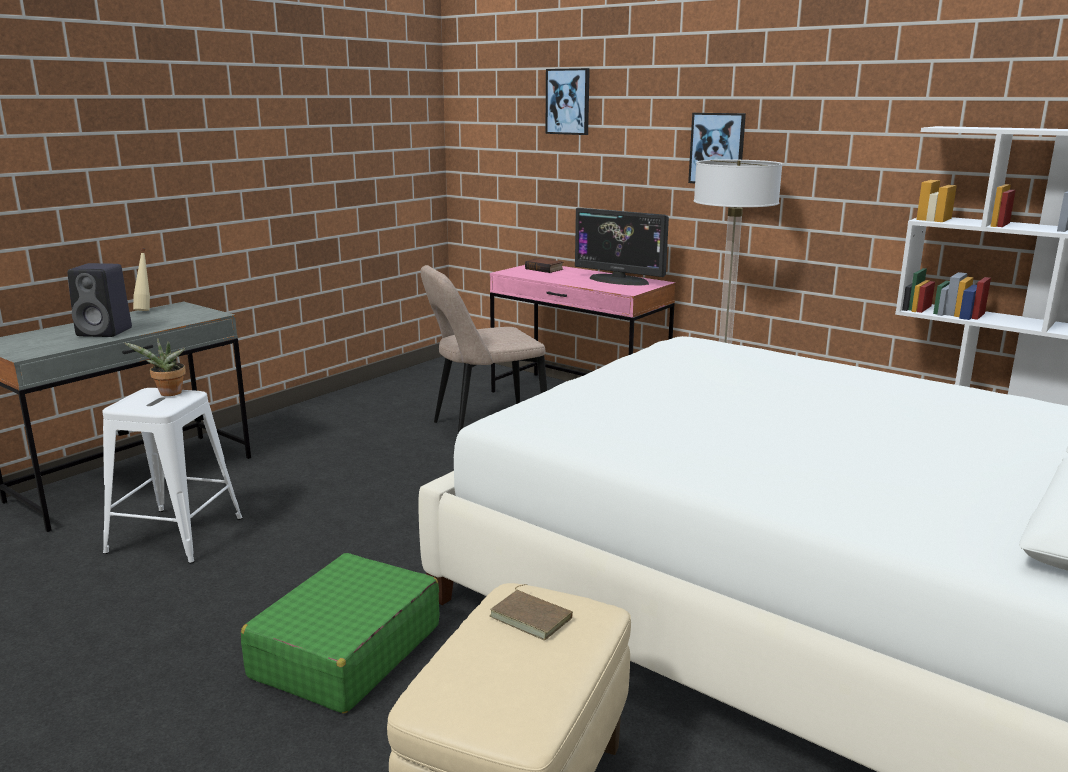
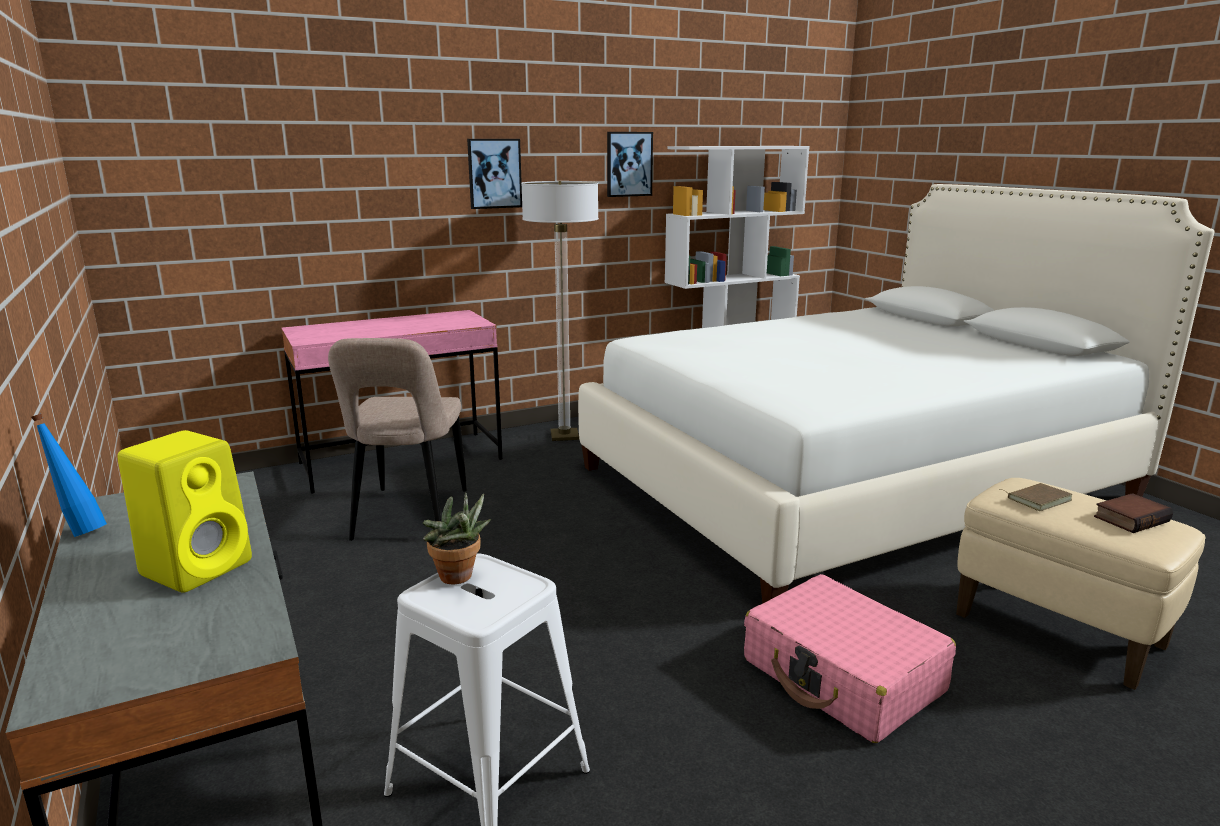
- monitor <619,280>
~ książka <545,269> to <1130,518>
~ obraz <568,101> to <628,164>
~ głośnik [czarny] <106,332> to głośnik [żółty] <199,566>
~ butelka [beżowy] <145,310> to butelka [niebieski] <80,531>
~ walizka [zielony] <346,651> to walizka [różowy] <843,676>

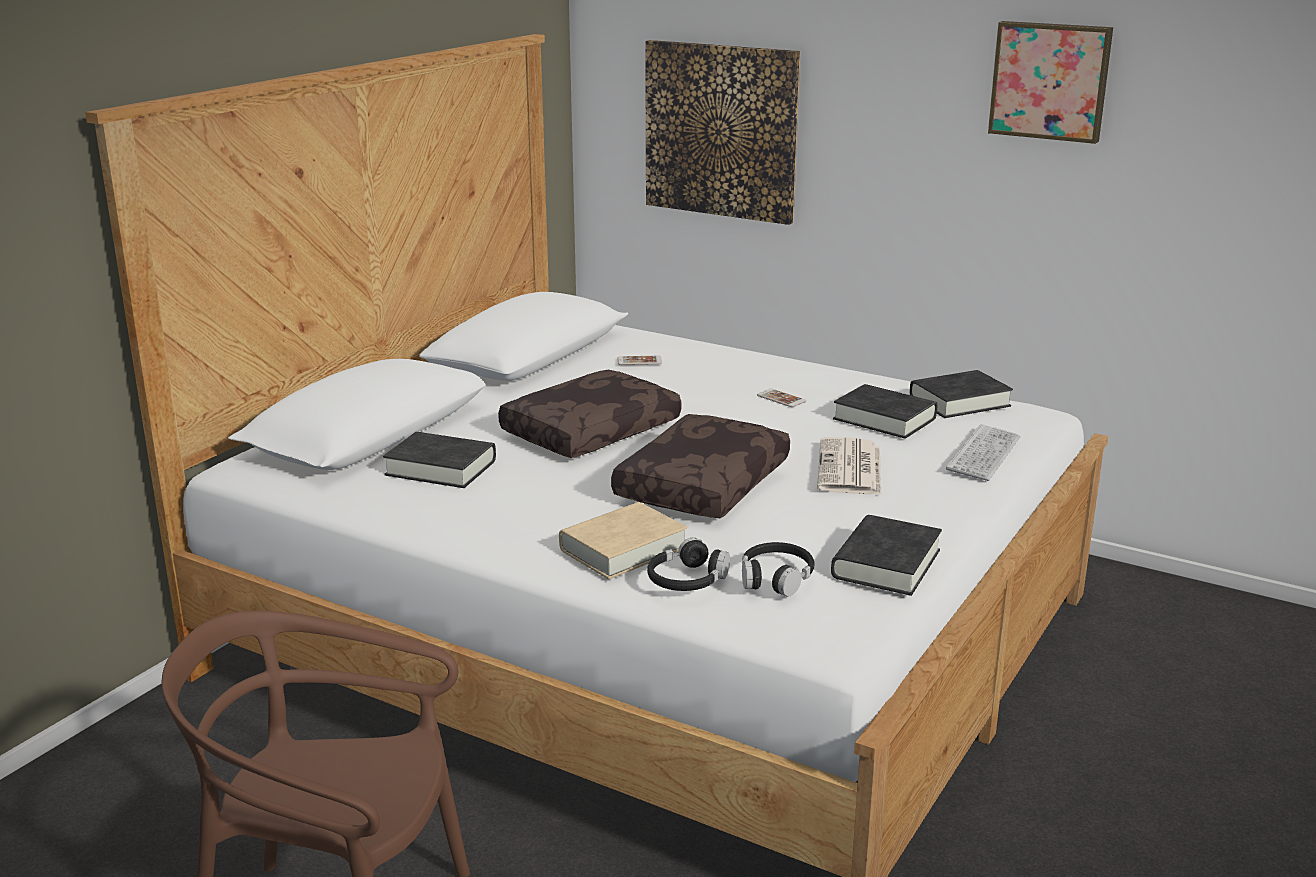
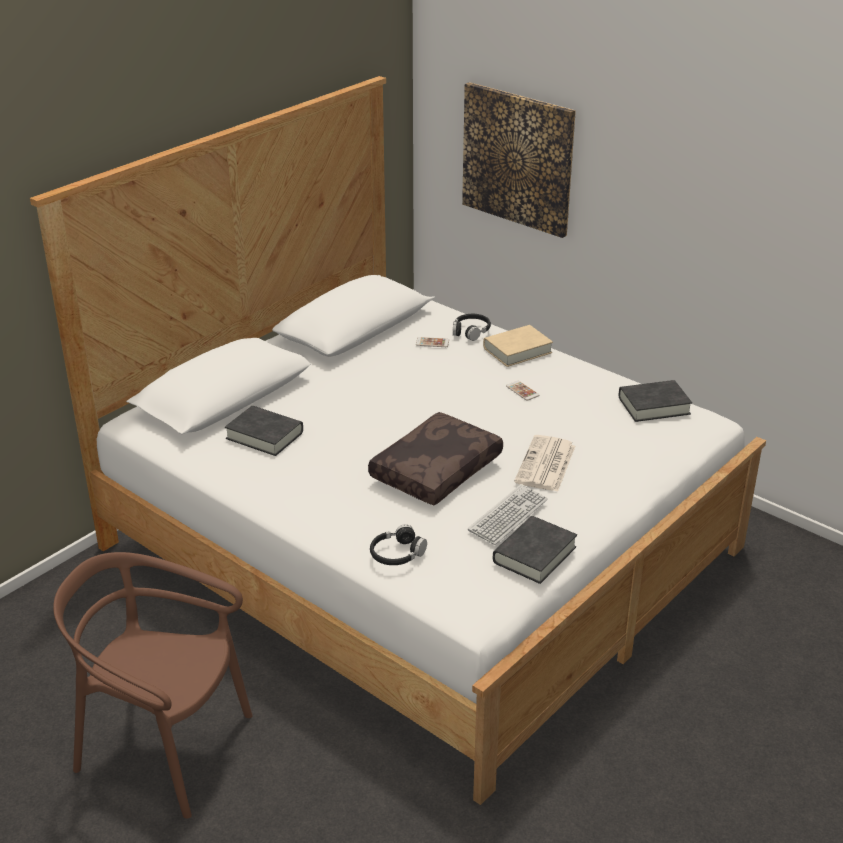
- poduszka [brązowy] <590,430>
- książka [czarny] <884,419>
- obraz <1050,81>
~ książka [beżowy] <623,549> to <517,350>
~ słuchawki [czarny] <776,578> to <471,331>
~ klawiatura <984,454> to <508,515>

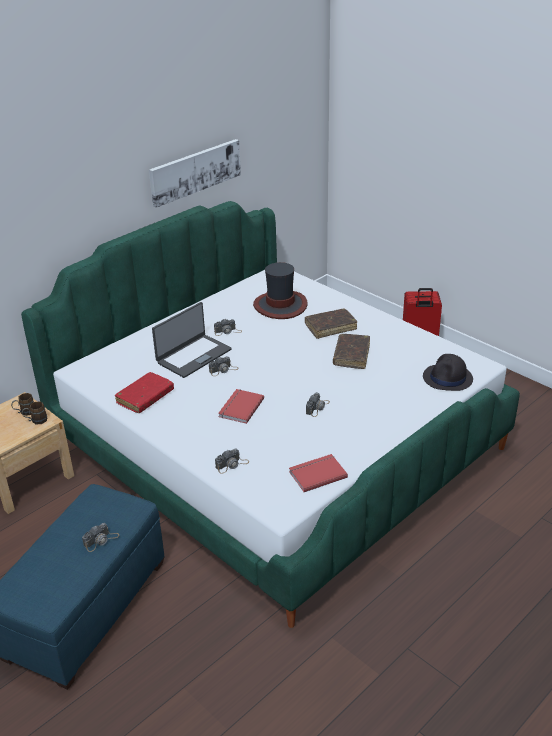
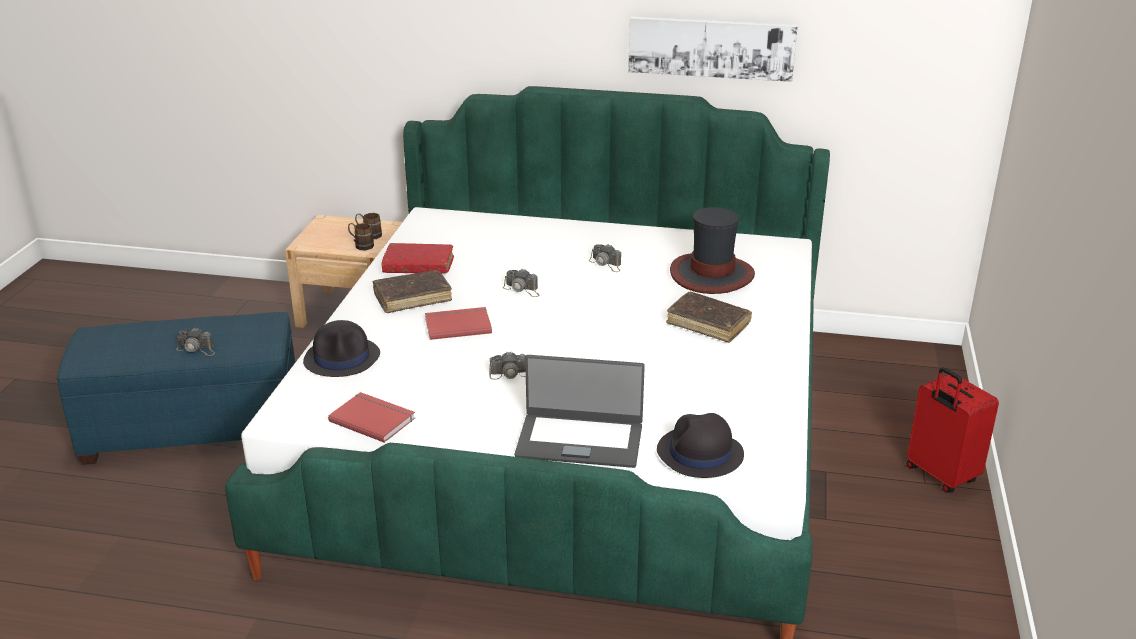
~ laptop <193,356> to <580,440>
~ książka [brązowy] <351,355> to <412,298>
~ aparat fotograficzny <232,465> to kapelusz [czarny] <342,358>

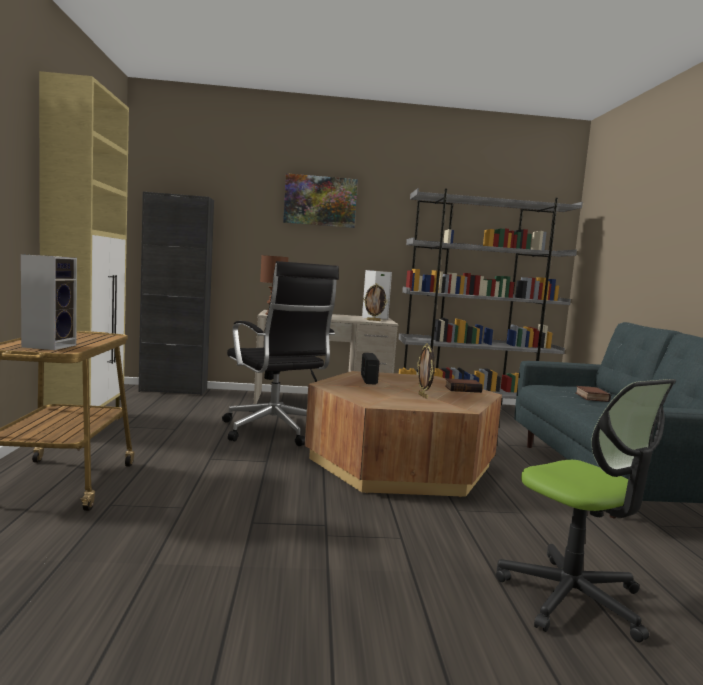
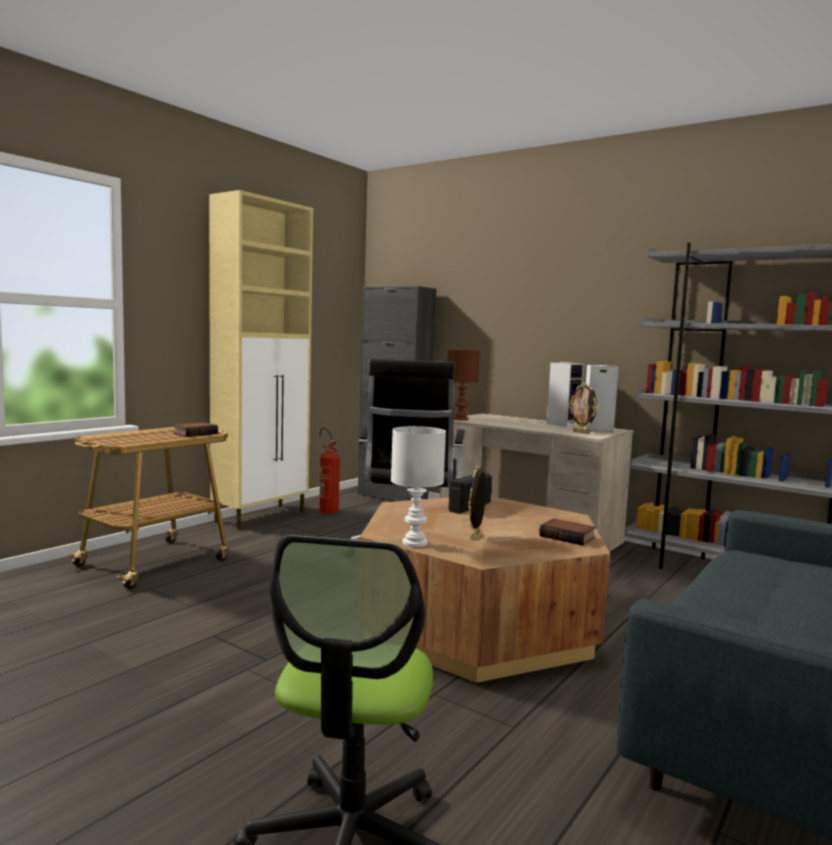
- obraz <320,201>
+ gaśnica <326,510>
+ lampa stołowa [biały] <416,543>
~ głośnik <49,346> to <563,424>
~ książka <590,397> to <195,433>

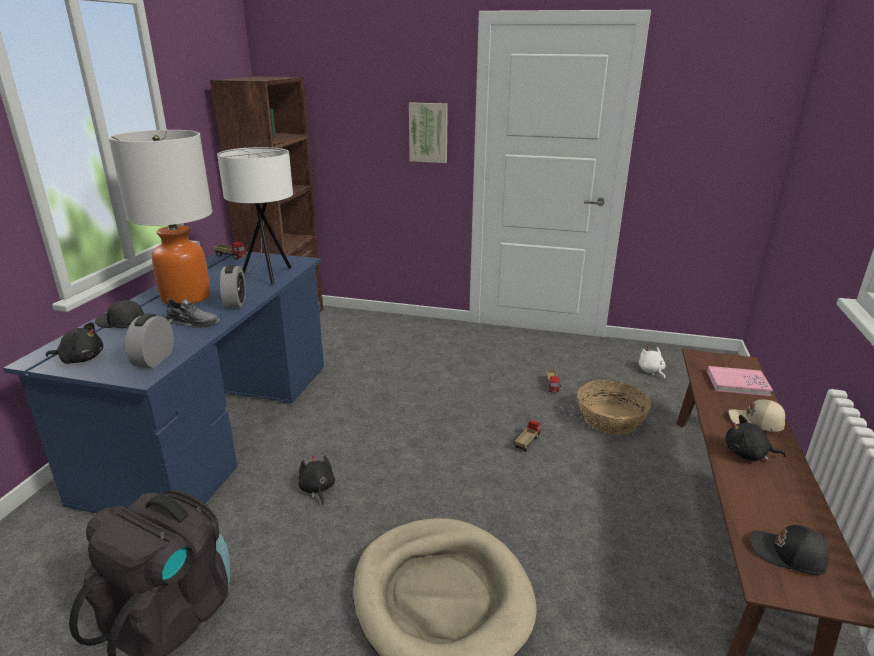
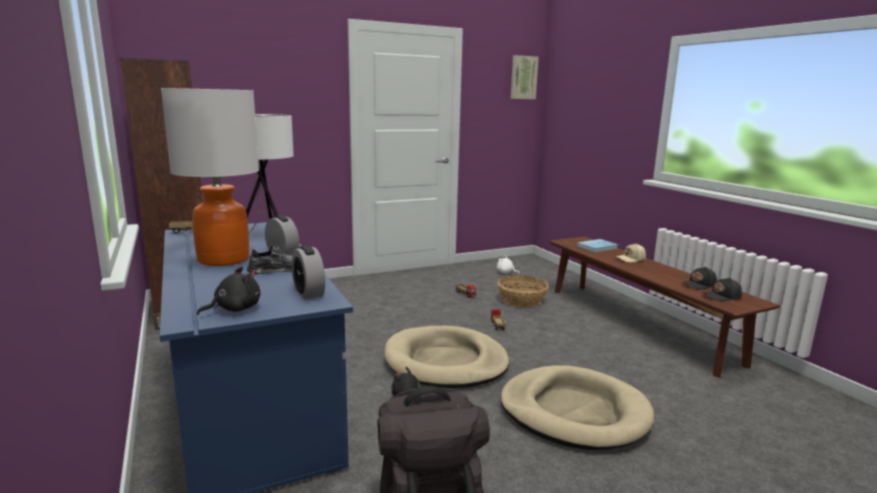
- pluszak [czarny] <748,454>
+ legowisko [beżowy] <445,362>
~ czapka z daszkiem [czarny] <121,322> to <699,285>
~ obraz <428,132> to <523,77>
~ książka [różowy] <737,383> to książka [niebieski] <597,247>

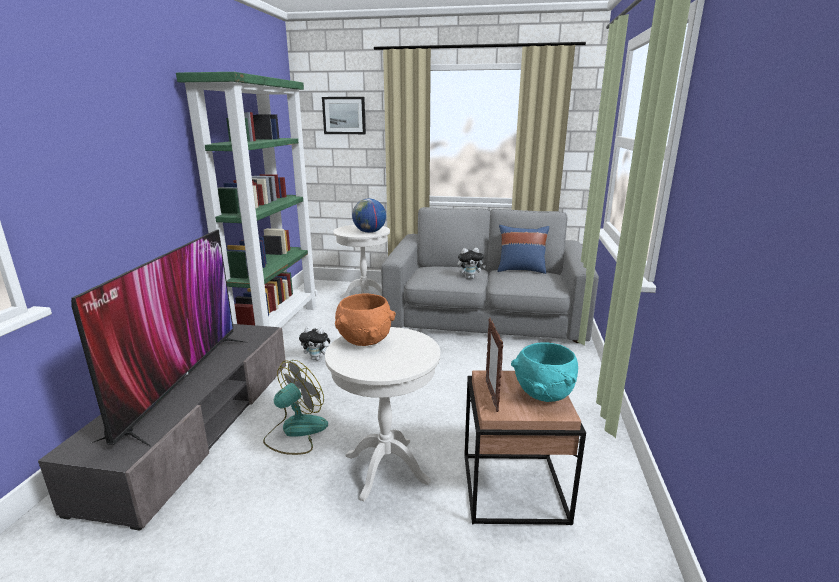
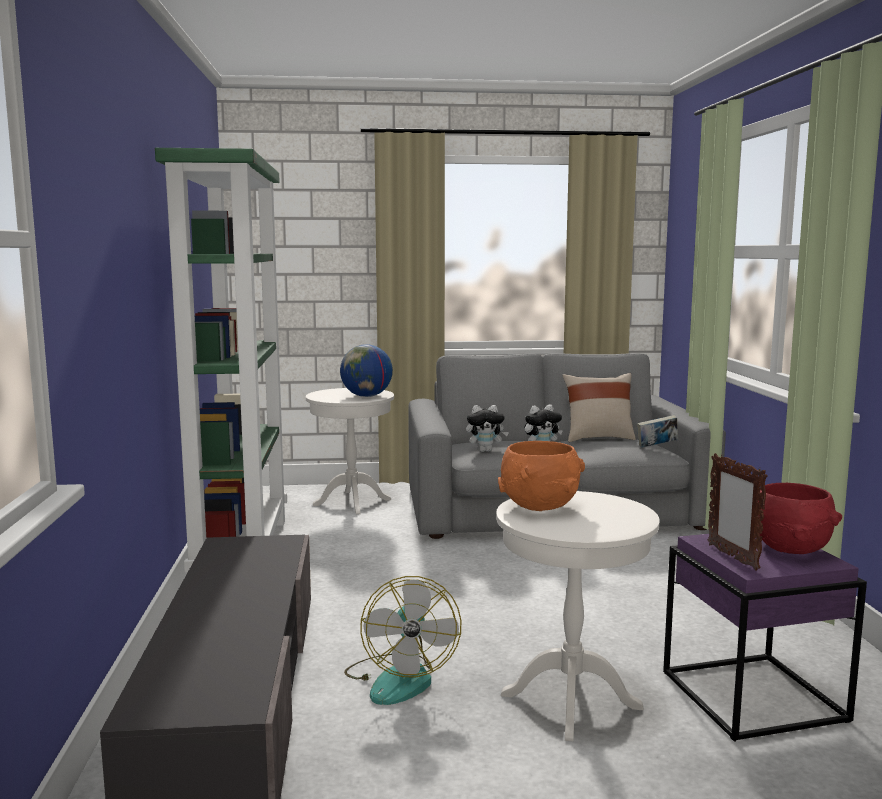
- telewizor <182,383>
- obraz <344,115>
+ książka <656,447>
~ pluszak <317,358> to <485,451>
~ stolik [brązowy] <514,489> to stolik [fioletowy] <755,697>
~ poduszka [niebieski] <521,270> to poduszka [beżowy] <598,438>
~ miska [turkusowy] <544,394> to miska [czerwony] <790,549>
~ wentylator <295,431> = <400,678> 150 degrees clockwise

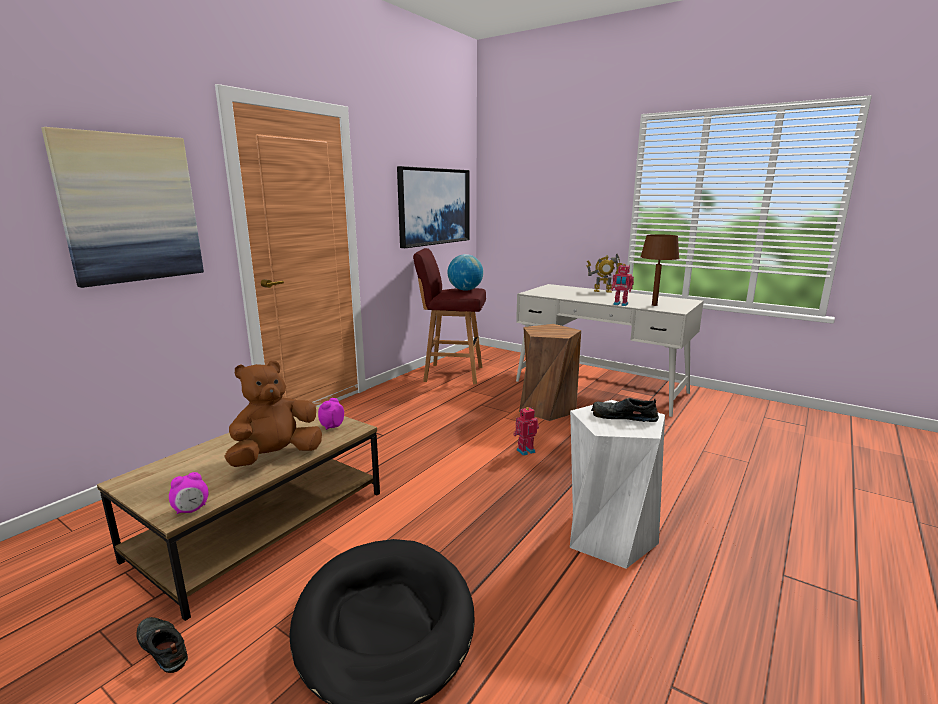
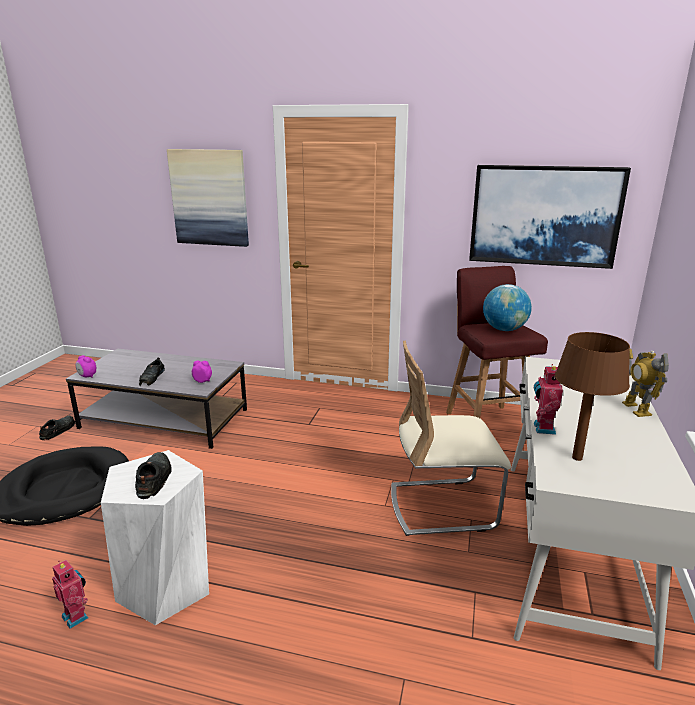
~ robot zabawkowy <525,450> to <77,616>
~ pluszak [brązowy] <276,456> to but [czarny] <152,377>
~ stołek [brązowy] <546,408> to krzesło [beżowy] <442,506>
~ ława [brązowy] <260,525> to ława [szary] <163,419>

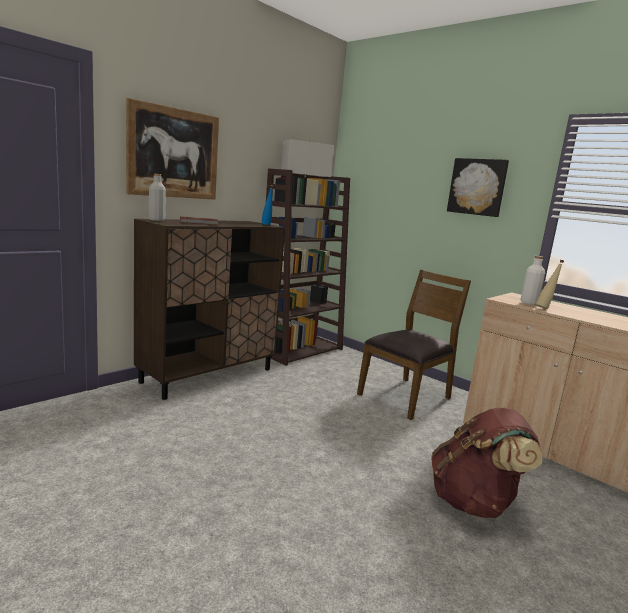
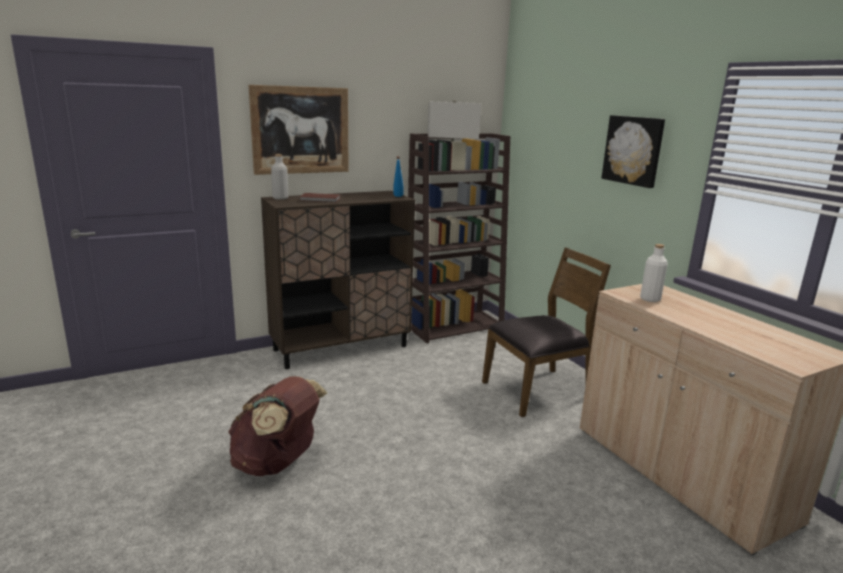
- butelka [beżowy] <545,308>
~ plecak [brązowy] <474,502> to <277,463>

